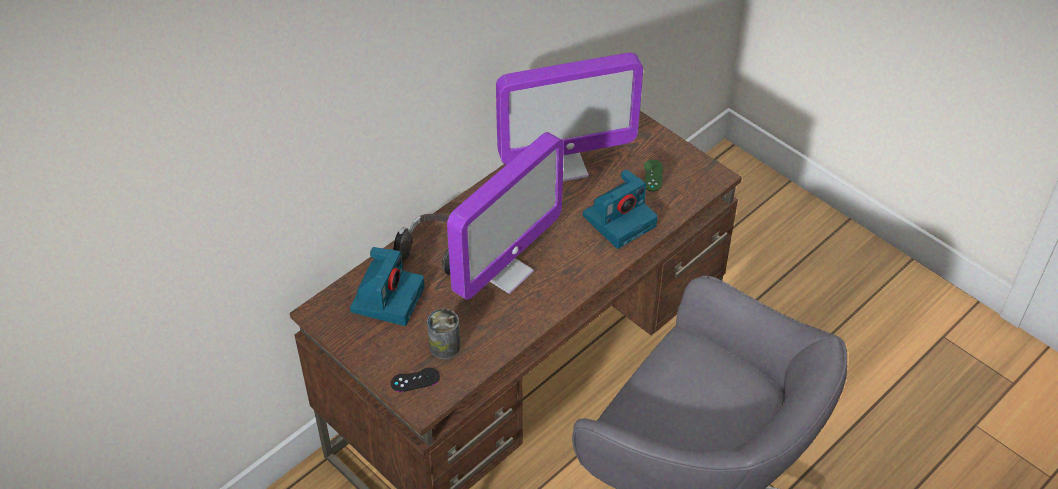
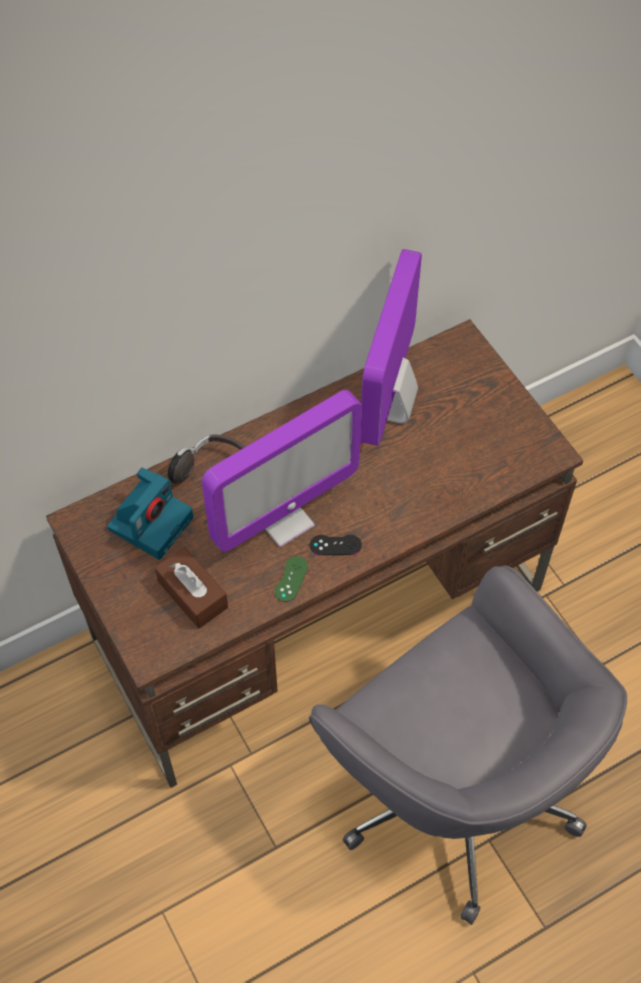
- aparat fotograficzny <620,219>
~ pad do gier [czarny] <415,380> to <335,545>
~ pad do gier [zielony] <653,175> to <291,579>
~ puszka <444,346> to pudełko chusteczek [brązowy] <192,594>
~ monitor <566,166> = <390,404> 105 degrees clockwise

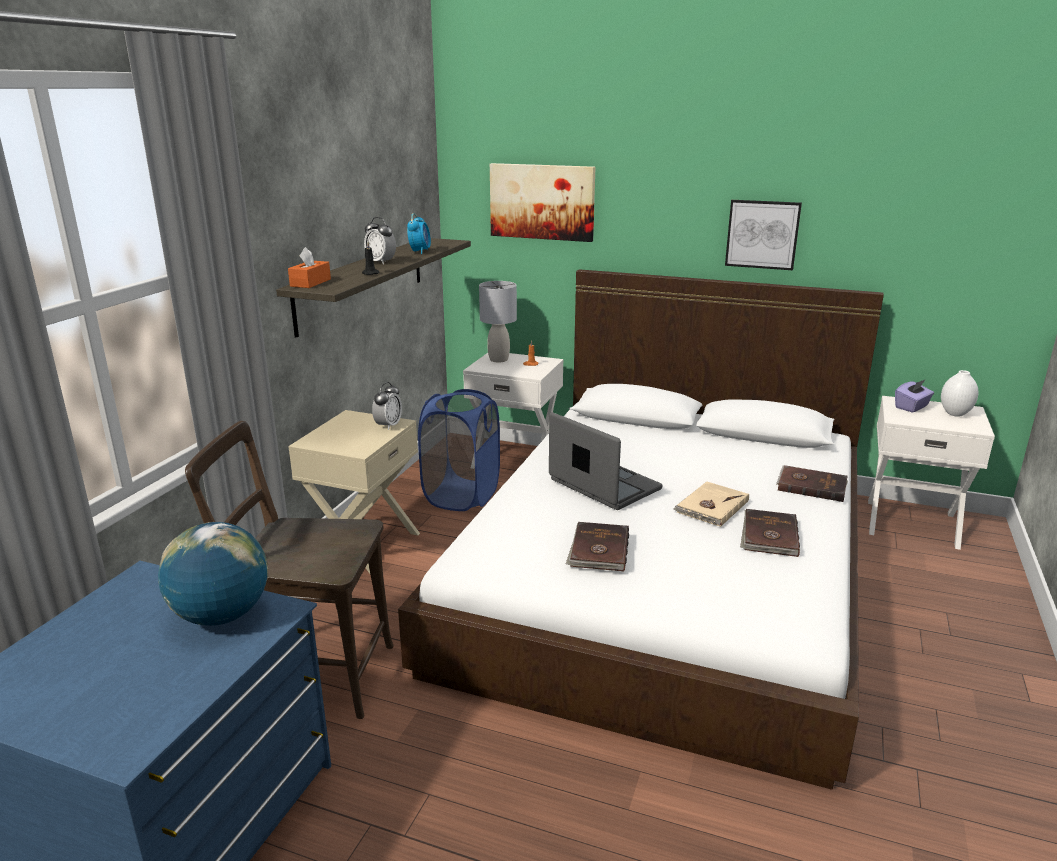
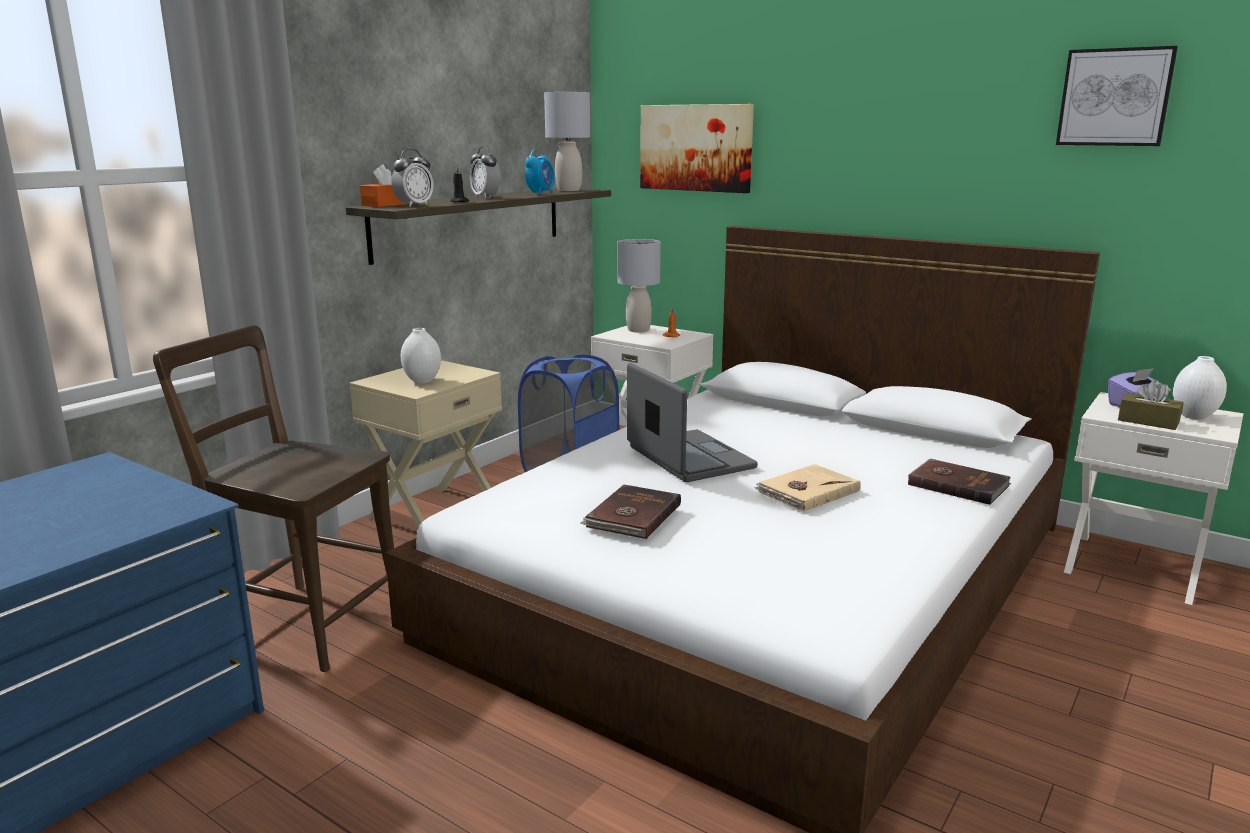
- globus <222,616>
- książka [brązowy] <769,536>
+ wazon [biały] <422,381>
+ lampa stołowa [szary] <568,190>
+ pudełko chusteczek [brązowy] <1148,421>
~ budzik <388,426> to <414,206>
~ obraz <762,234> to <1114,97>

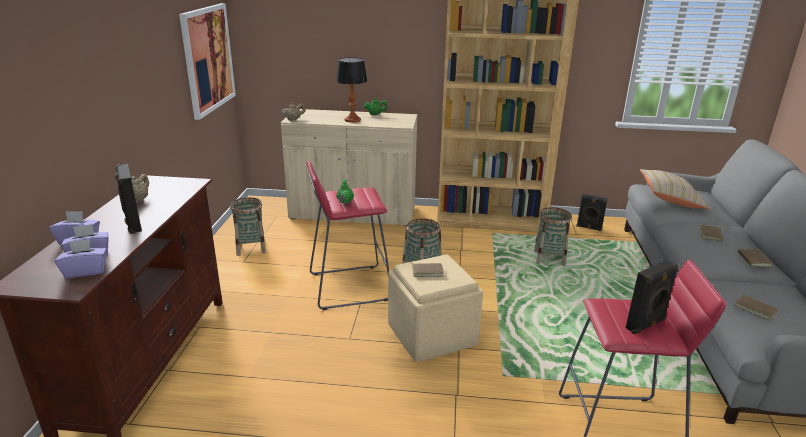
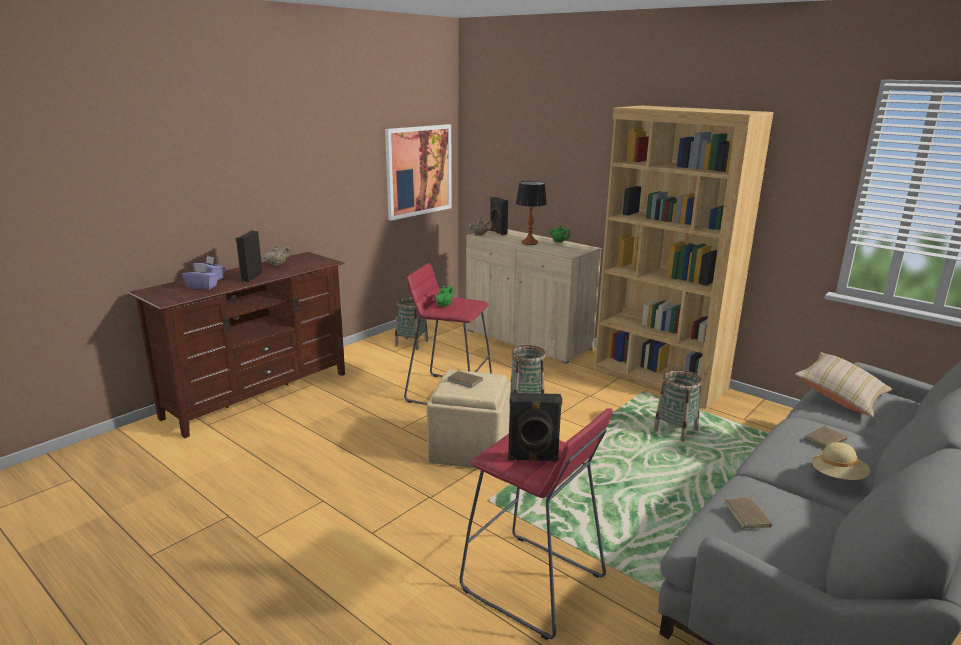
- pudełko chusteczek [fioletowy] <86,271>
~ głośnik [czarny] <589,228> to <497,232>
~ książka [brązowy] <752,259> to kapelusz [beżowy] <838,477>

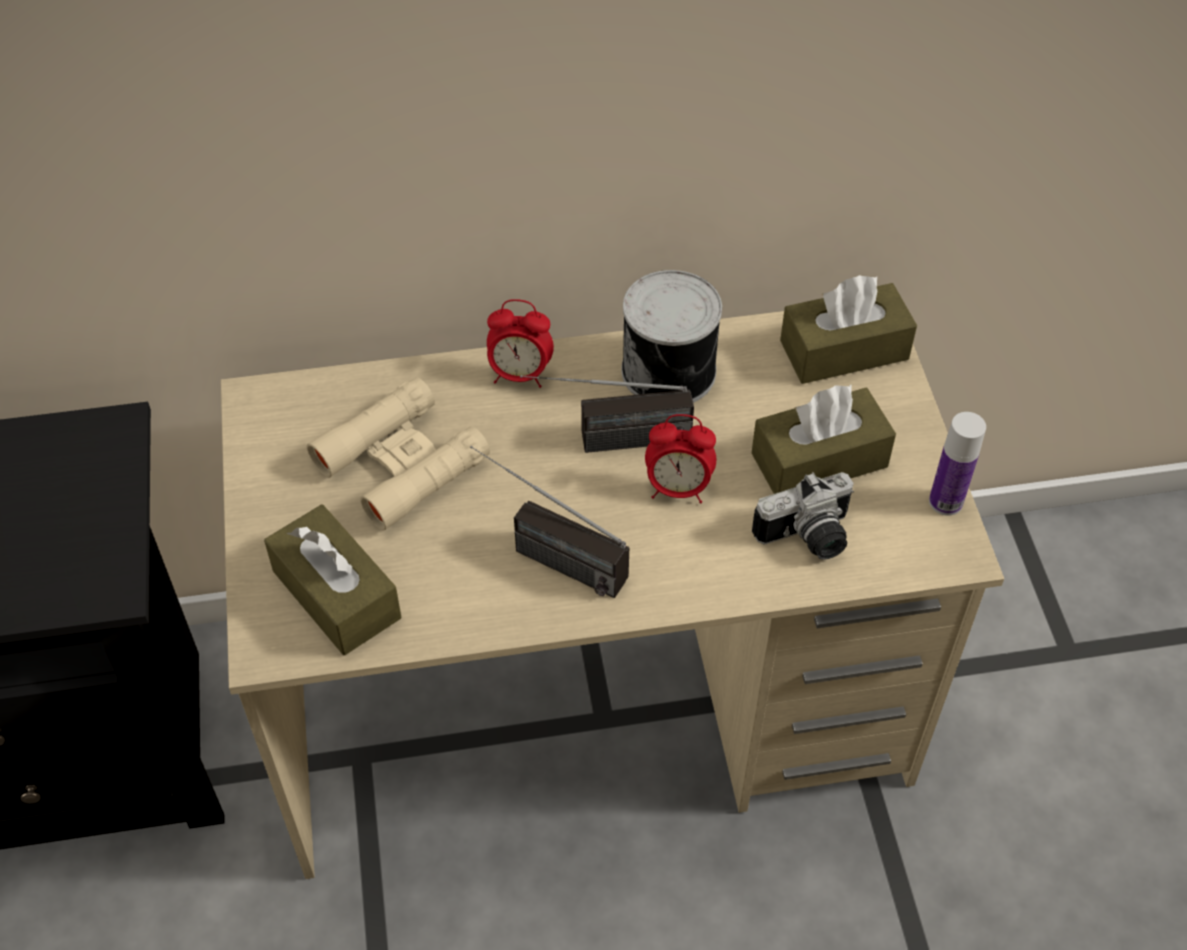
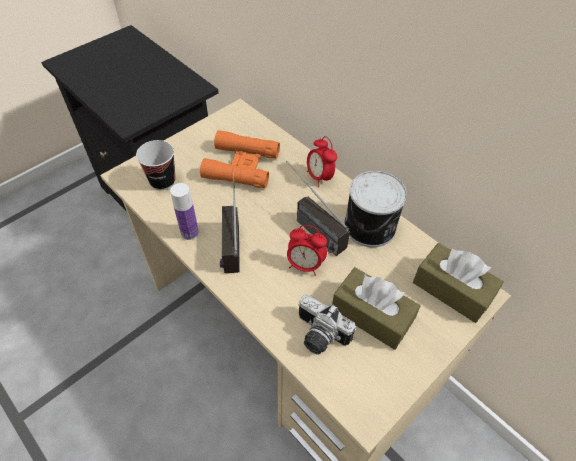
~ butelka <945,502> to <190,233>
~ pudełko chusteczek [brązowy] <336,594> to filiżanka <162,181>
~ lornetka [beżowy] <401,463> to lornetka [pomarańczowy] <241,165>
~ budzik <678,488> = <305,265> 45 degrees counterclockwise

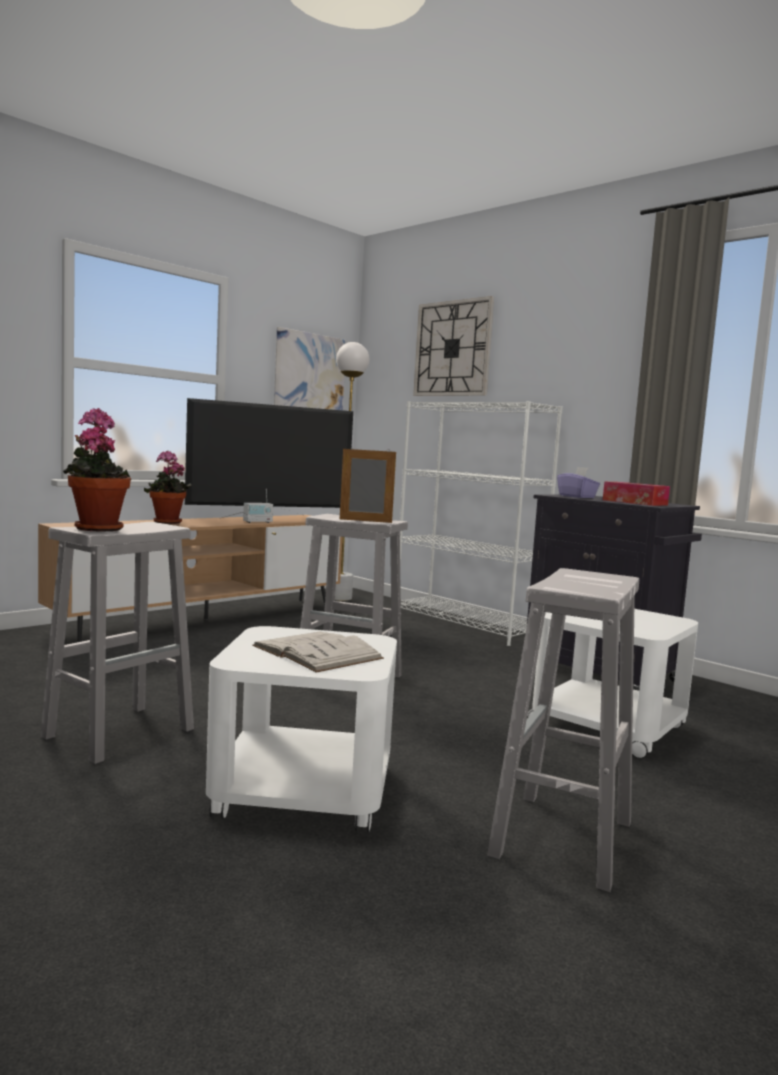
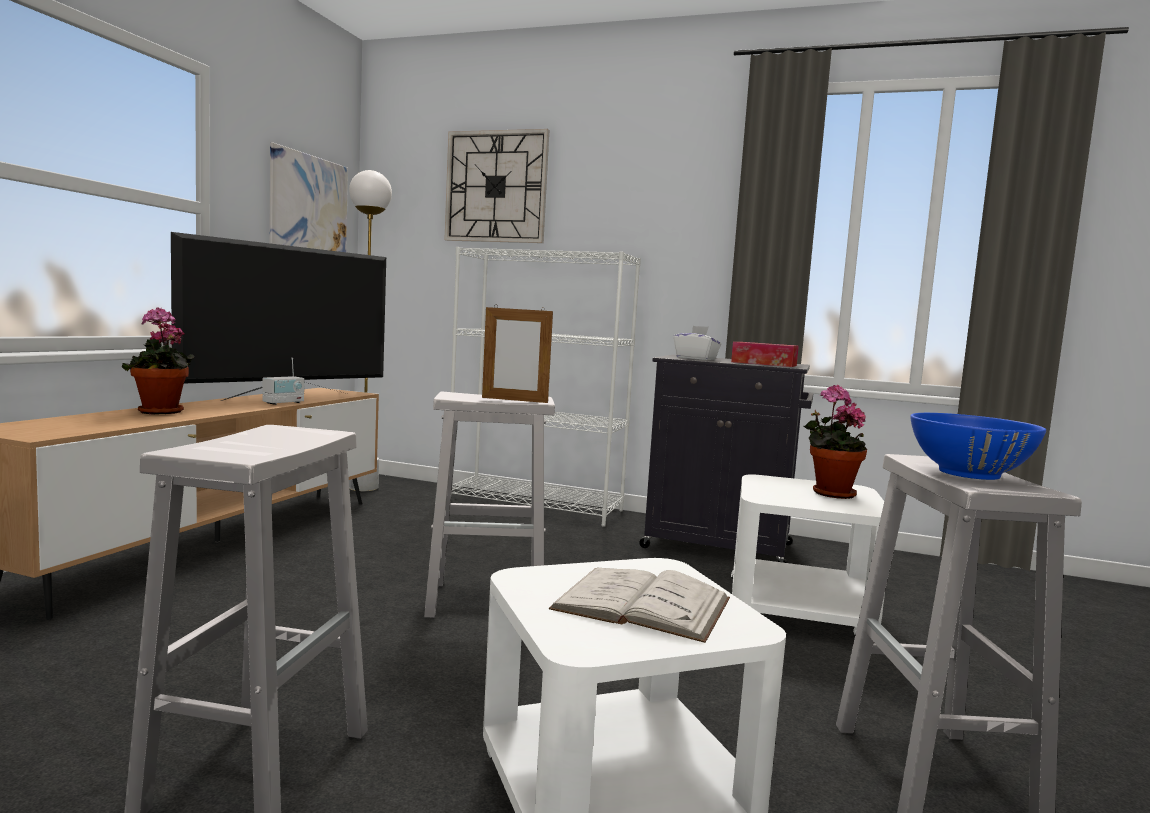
+ miska [niebieski] <968,473>
~ roślina doniczkowa <96,528> to <829,493>
~ pudełko chusteczek [fioletowy] <577,497> to pudełko chusteczek [biały] <696,358>
~ ramka na zdjęcie <365,521> = <514,400> 150 degrees counterclockwise

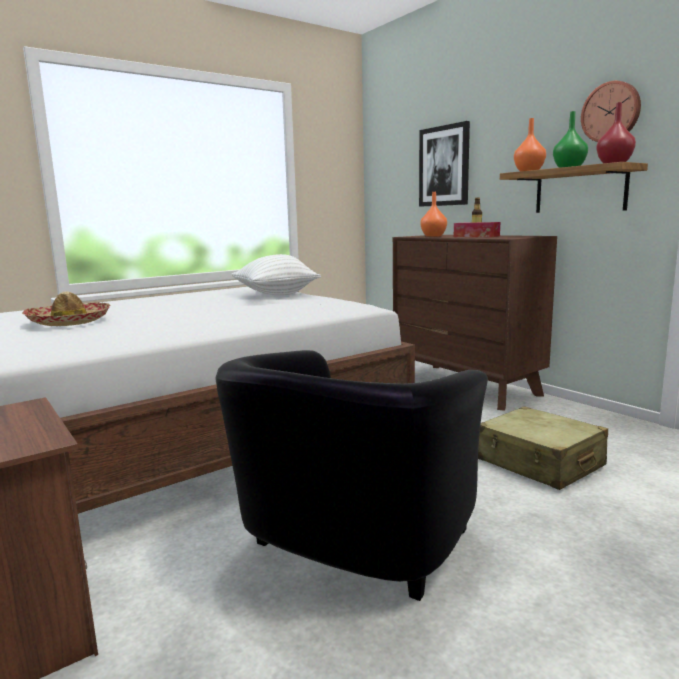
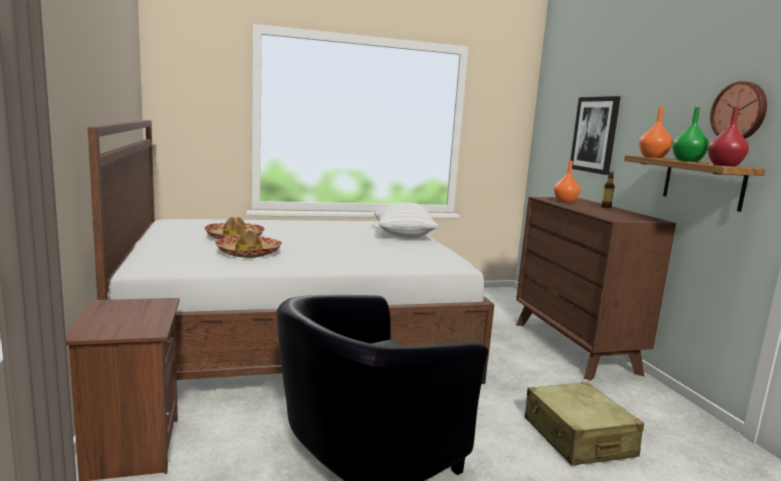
- pudełko chusteczek <476,236>
+ kapelusz <248,253>

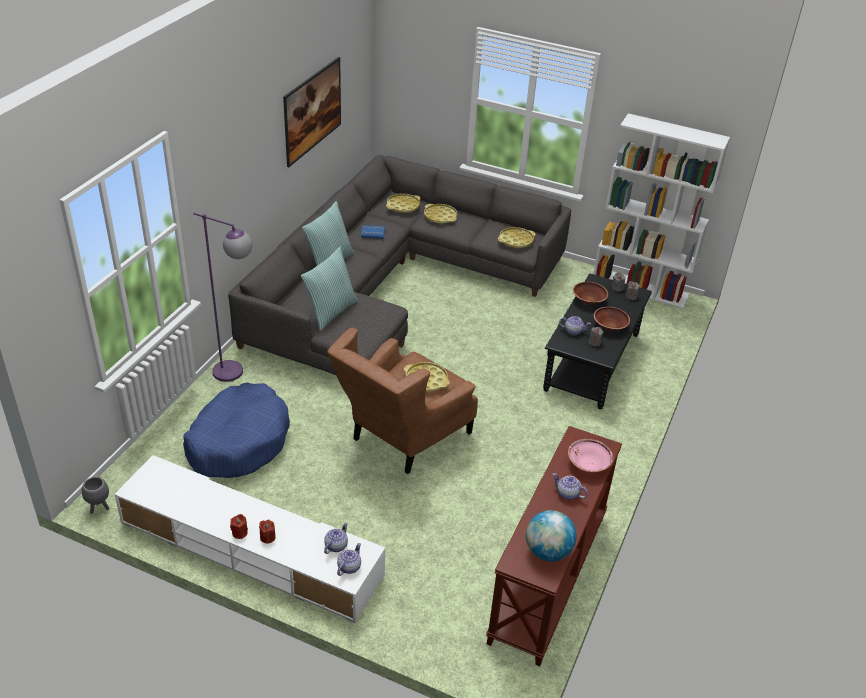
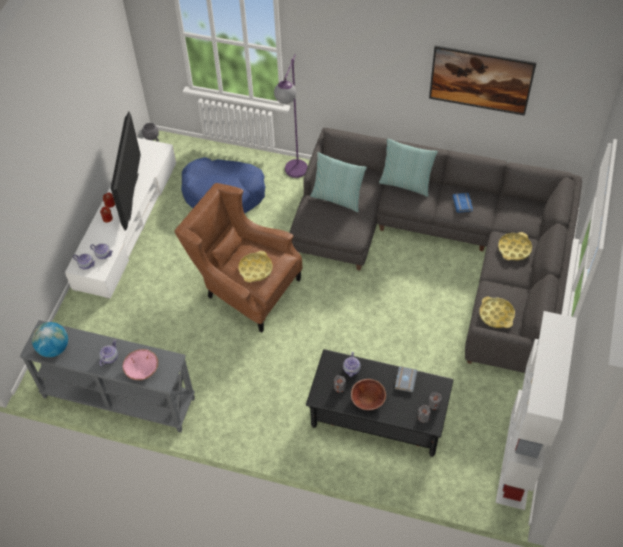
- taca [żółty] <403,206>
+ telewizor <133,196>
~ miska [brązowy] <588,300> to książka [szary] <405,379>
~ stolik konsolowy [brązowy] <549,578> to stolik konsolowy [szary] <118,398>

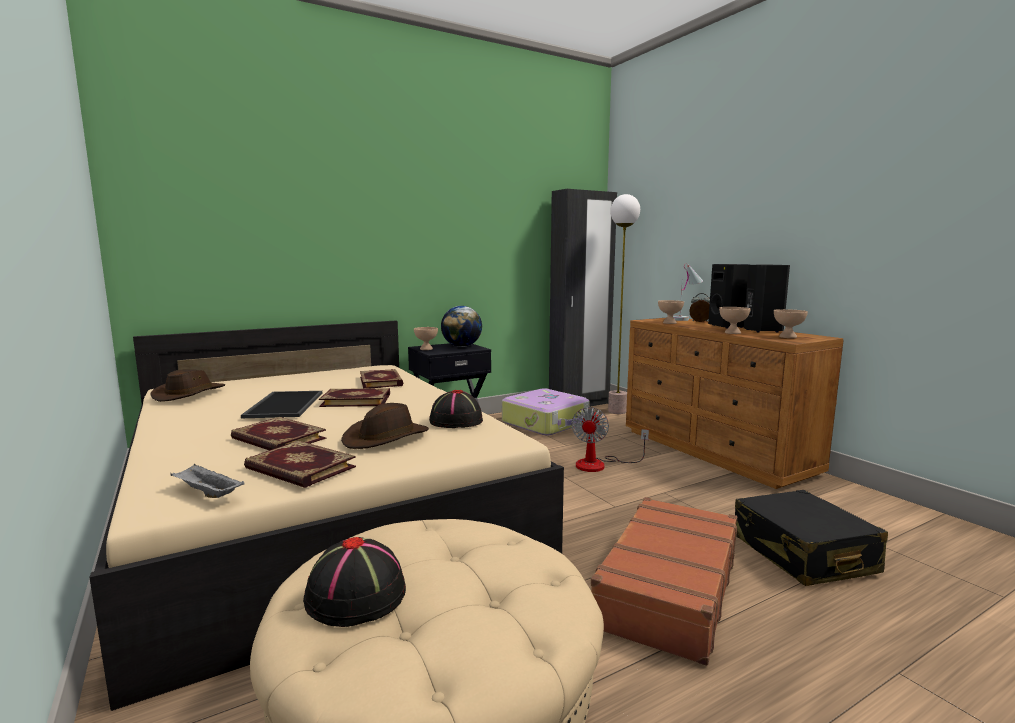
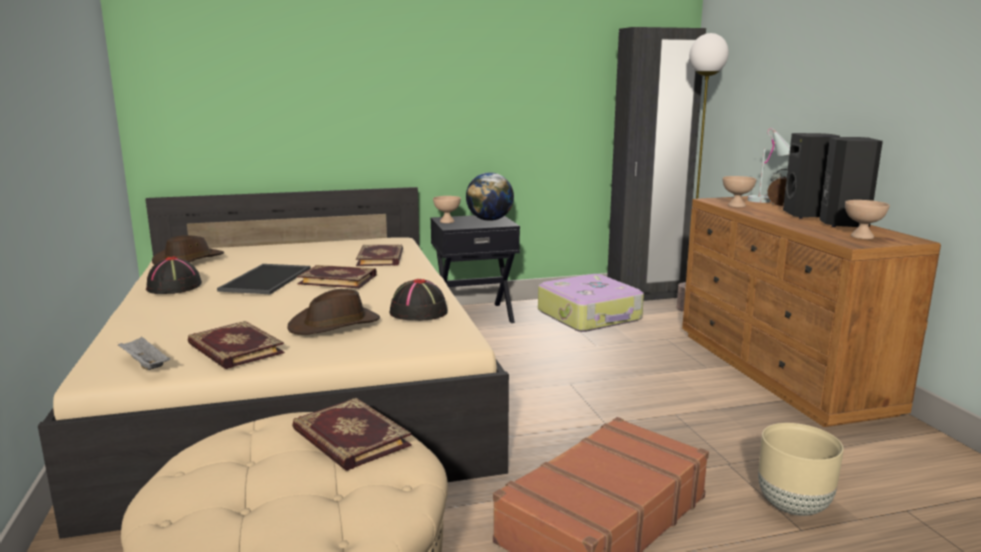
- wentylator <599,464>
- miska [beżowy] <733,333>
~ książka <277,439> to <349,438>
~ kapelusz [czarny] <357,596> to <174,287>
~ walizka [czarny] <802,554> to donica [beżowy] <794,507>

